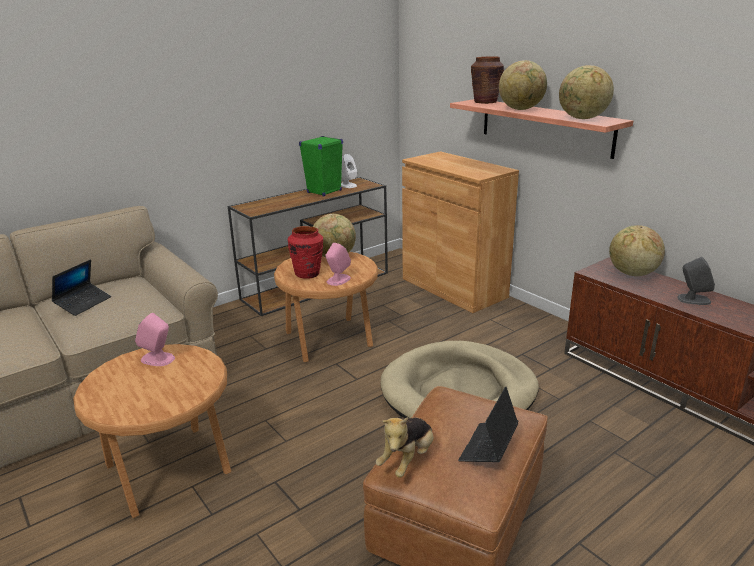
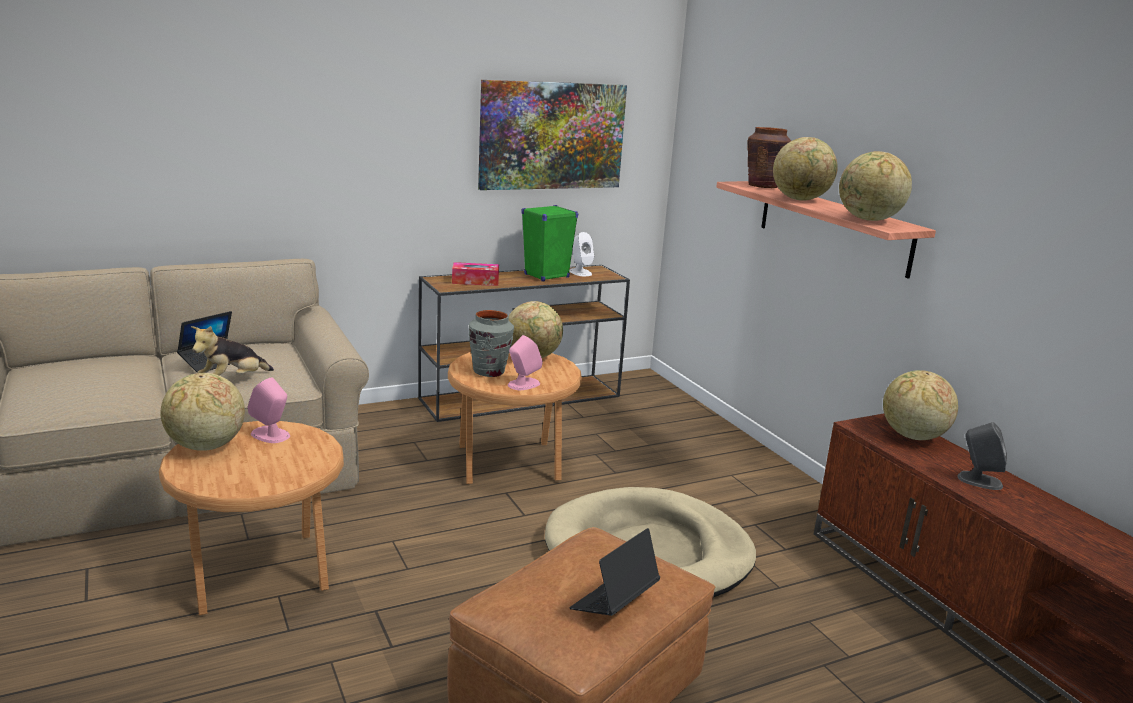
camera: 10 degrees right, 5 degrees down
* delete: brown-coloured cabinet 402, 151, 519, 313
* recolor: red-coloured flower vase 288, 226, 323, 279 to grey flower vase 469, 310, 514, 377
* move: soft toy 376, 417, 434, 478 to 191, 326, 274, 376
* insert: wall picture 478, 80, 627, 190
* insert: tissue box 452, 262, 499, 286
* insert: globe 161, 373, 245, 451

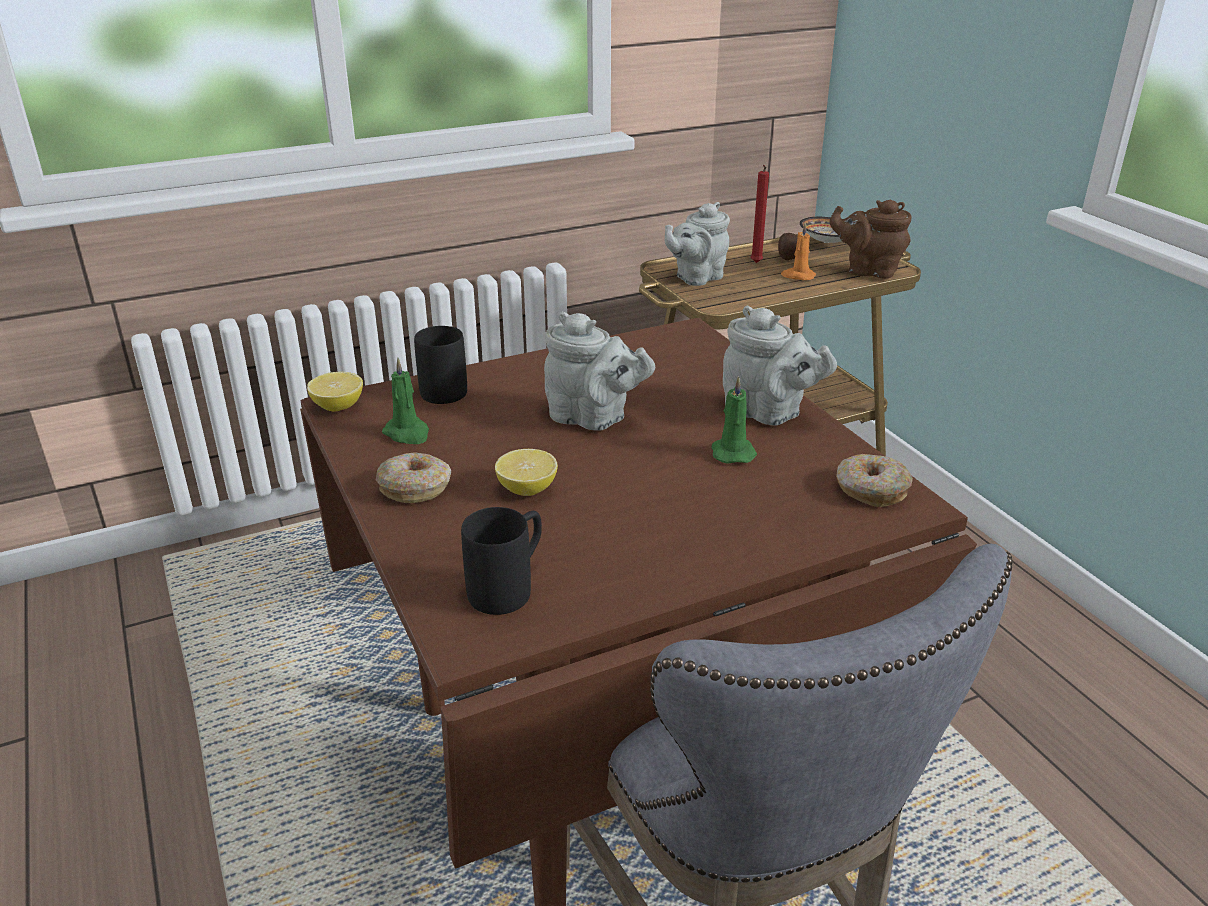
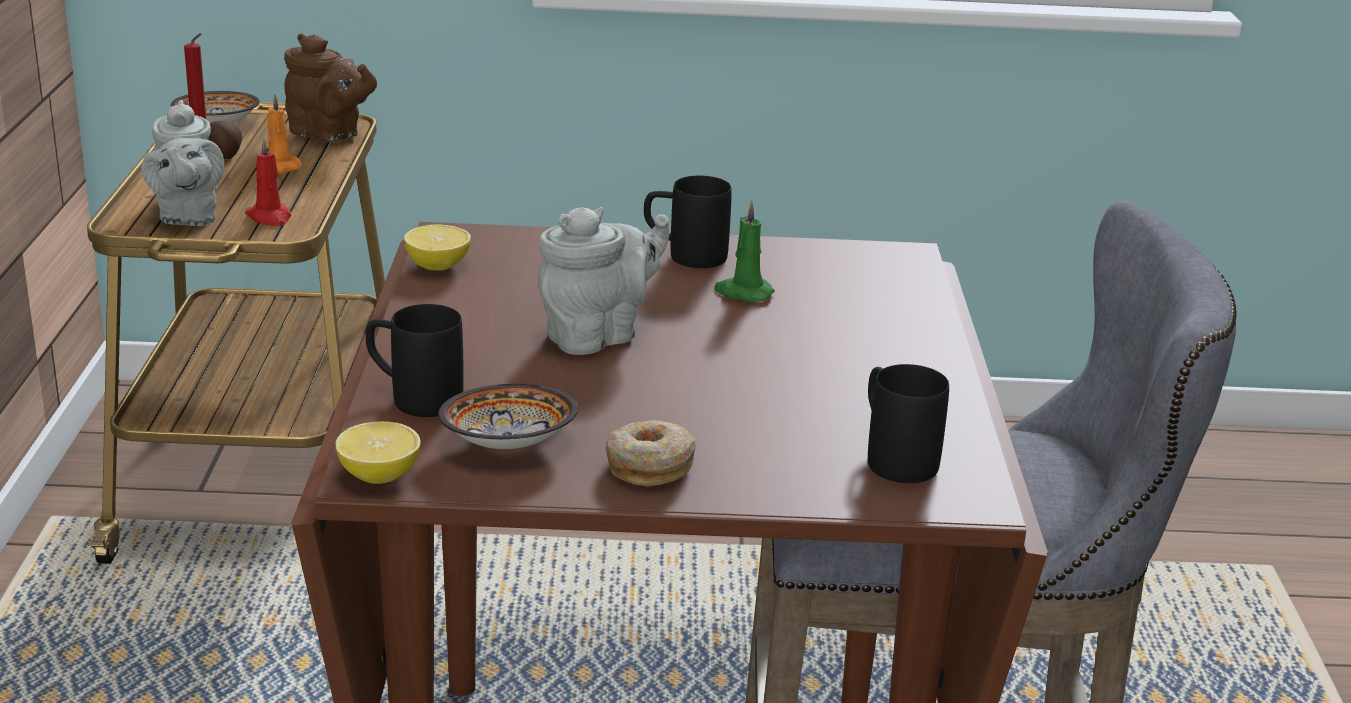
camera: 65 degrees left, 5 degrees down
* rotate: brown-coloured tea pot 830, 200, 912, 279 = 284, 34, 377, 142 105 degrees counterclockwise
* replace: grey tea pot 723, 306, 837, 426 to blackish tea mug 644, 176, 732, 268
* replace: green candle 382, 358, 429, 444 to serving bowl 438, 384, 578, 449
* move: whole lemon 495, 449, 558, 496 to 404, 225, 471, 271
* delete: doughnut 836, 454, 913, 507
* insert: red-coloured candle 245, 138, 291, 226

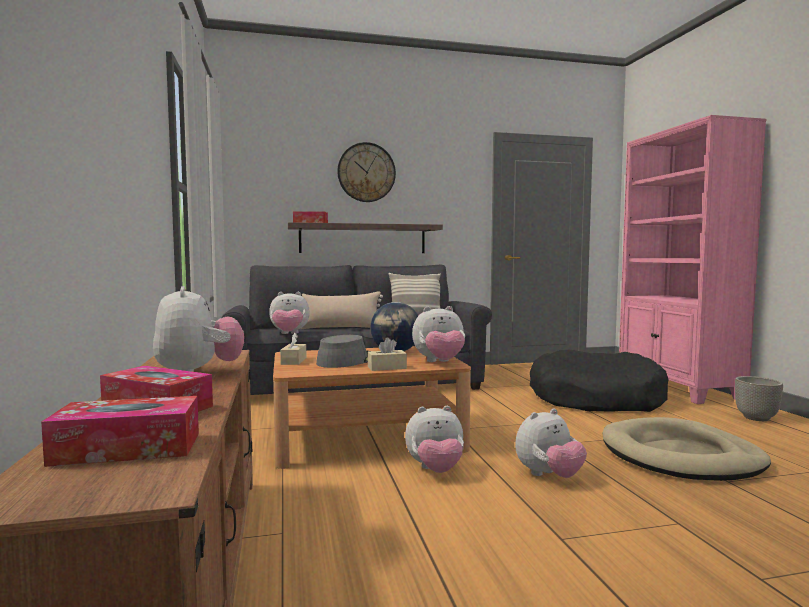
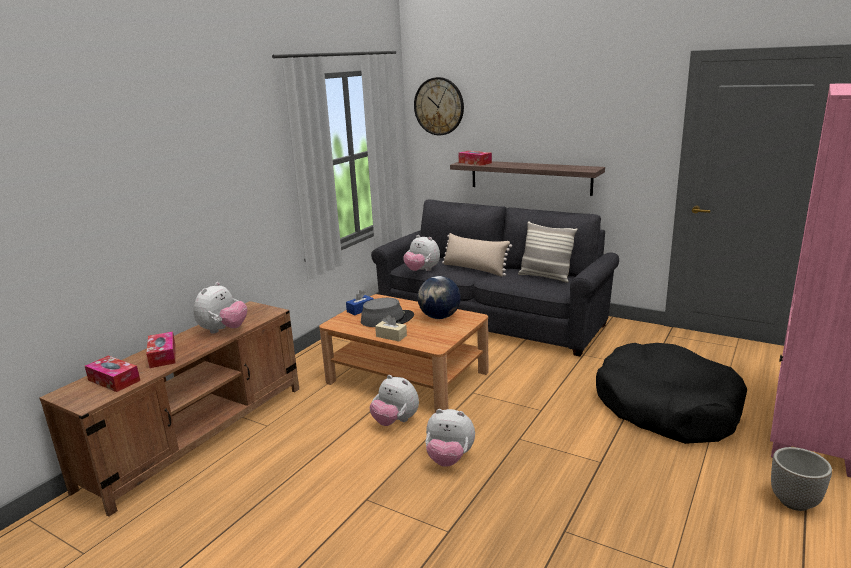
camera: 45 degrees right, 15 degrees up
* move: clock on the wall 337, 142, 396, 202 to 414, 77, 464, 135
* delete: soft toy 412, 306, 465, 362
* recolor: sand-coloured tissue box 280, 333, 307, 365 to blue-coloured tissue box 346, 290, 374, 315
* delete: sand-coloured pet bed 603, 417, 771, 481

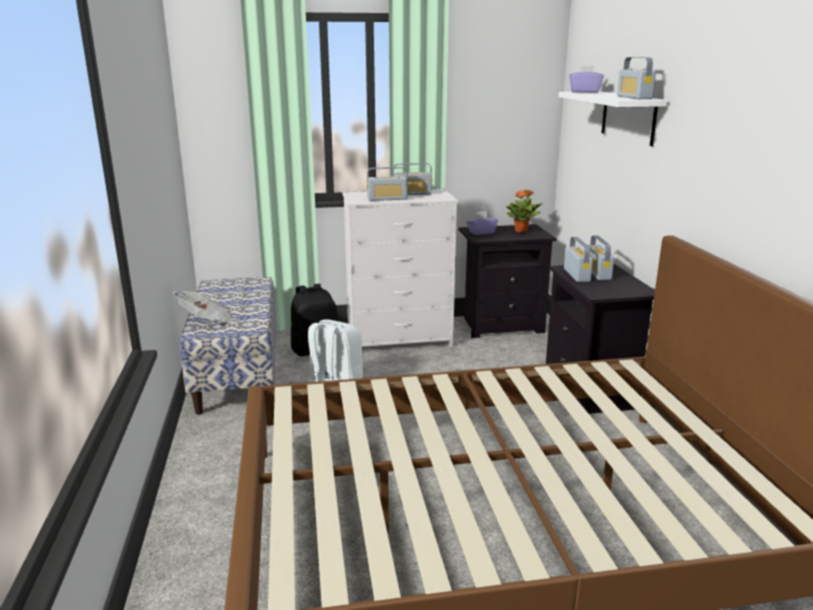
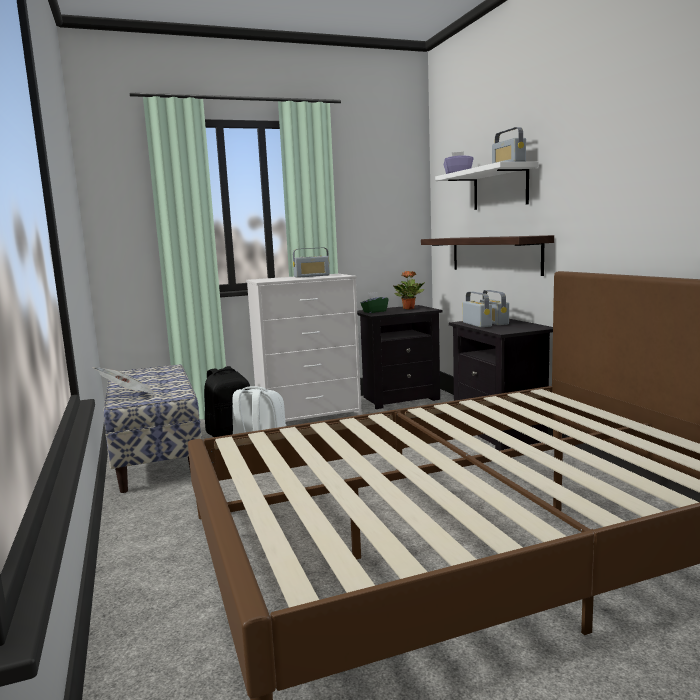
camera: 10 degrees left, 10 degrees down
* delete: radio set 367, 167, 408, 201
* recolor: purple-coloured tissue box 467, 211, 498, 235 to green tissue box 360, 292, 389, 313
* insert: wall shelf 421, 235, 554, 276

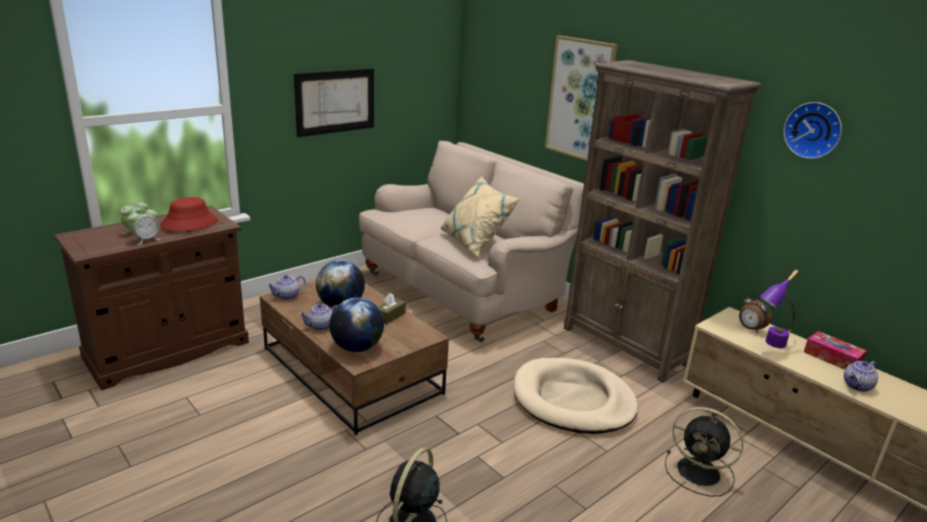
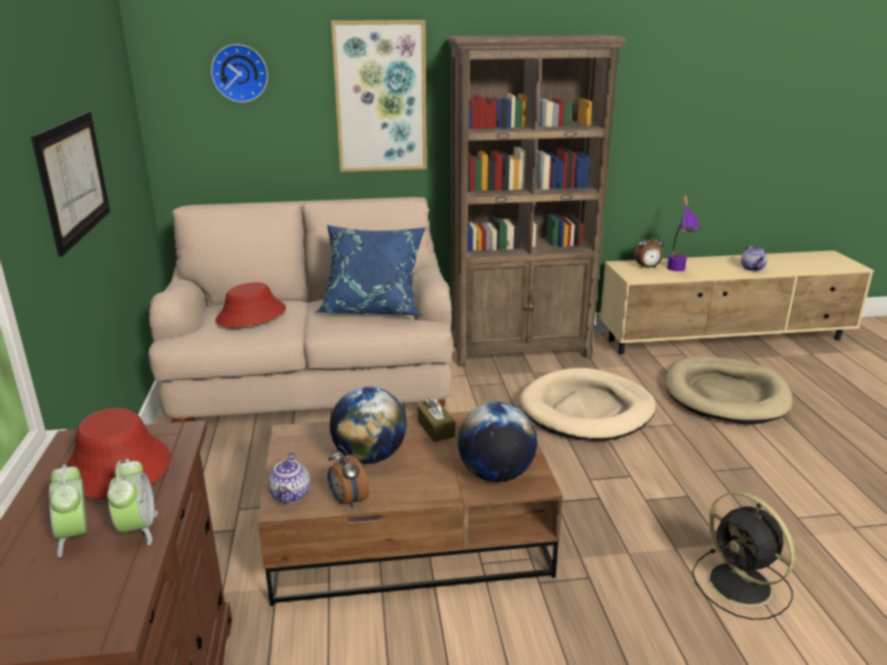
camera: 55 degrees left, 0 degrees up
* move: clock on the wall 783, 102, 842, 159 to 211, 44, 268, 102
* recolor: sand-coloured pillow 441, 176, 520, 257 to blue-coloured pillow 315, 225, 426, 316
* delete: tea pot 299, 304, 338, 331
* delete: tissue box 804, 331, 867, 370
* replace: blackish cooling fan 665, 407, 743, 497 to sand-coloured pet bed 666, 357, 792, 424
* insert: red-coloured hat 215, 282, 286, 327
* insert: table clock 328, 446, 369, 508

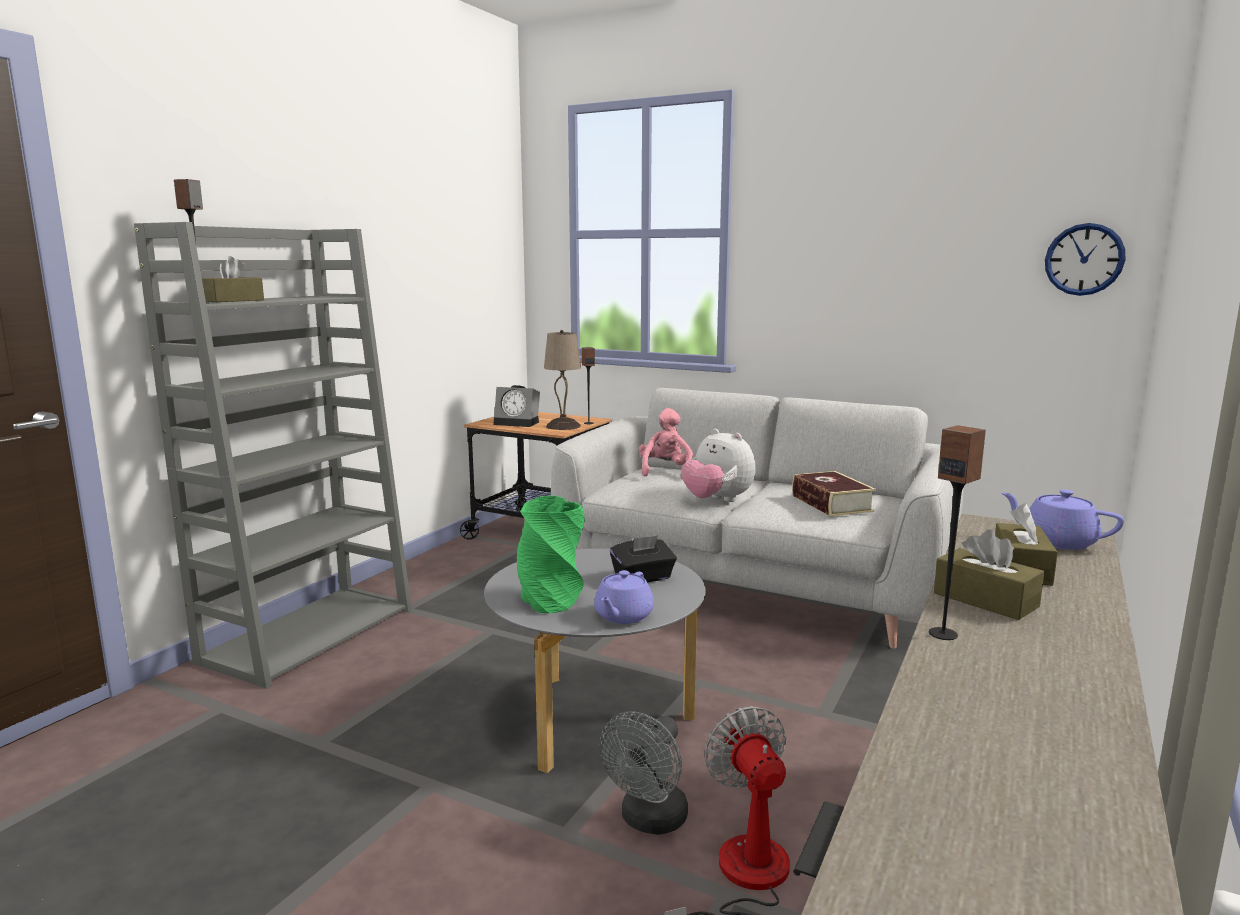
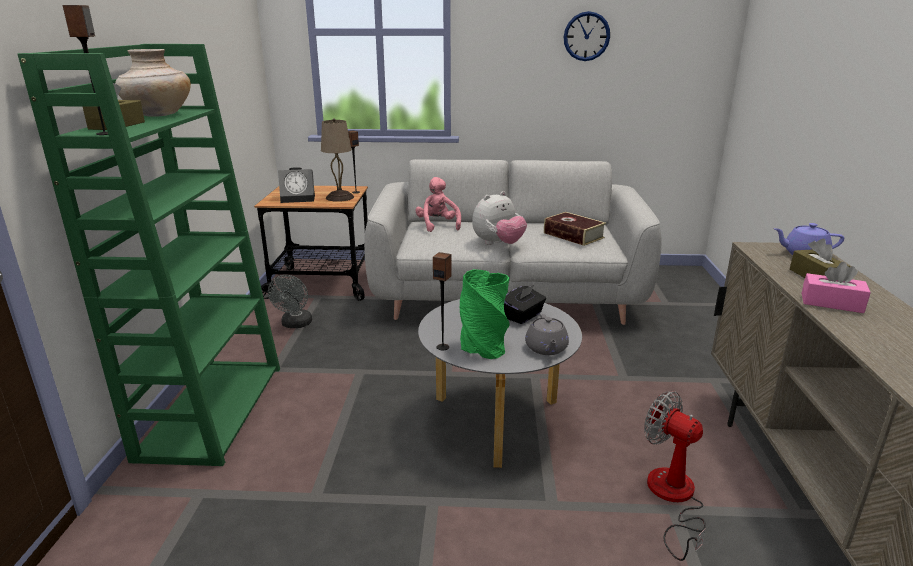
camera: 25 degrees left, 10 degrees up
* recolor: grey shelving unit 134, 222, 412, 689 to green shelving unit 17, 44, 280, 466
* move: clock on the wall 1045, 223, 1126, 296 to 564, 11, 610, 61
* move: loudspeaker 929, 425, 986, 640 to 433, 252, 452, 351
* rotate: soft toy 681, 429, 755, 502 = 472, 191, 527, 245 60 degrees counterclockwise
* recolor: brown-coloured tissue box 934, 529, 1044, 620 to pink-coloured tissue box 802, 262, 871, 313
* recolor: purple-coloured tea pot 594, 570, 654, 624 to grey tea pot 525, 314, 569, 355
* move: grey cooling fan 599, 712, 688, 835 to 268, 275, 312, 328
* insert: sand-coloured flower vase 115, 49, 191, 117

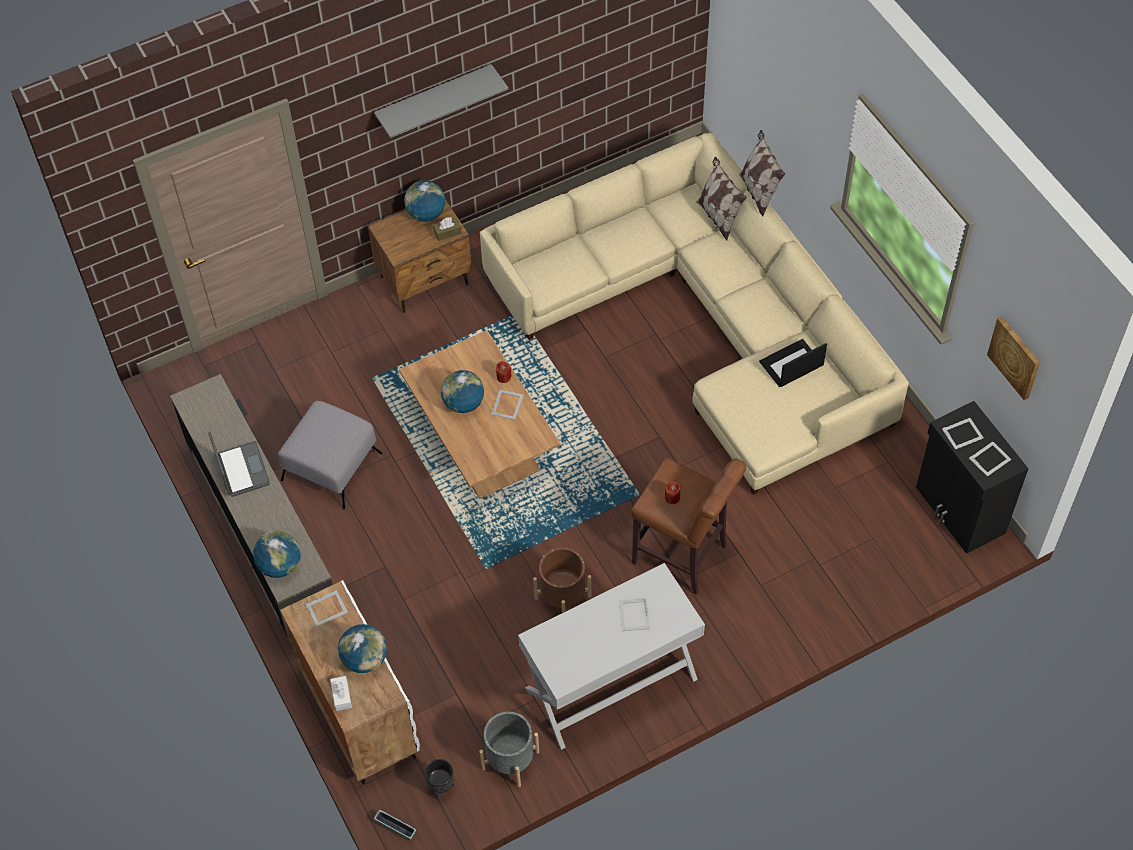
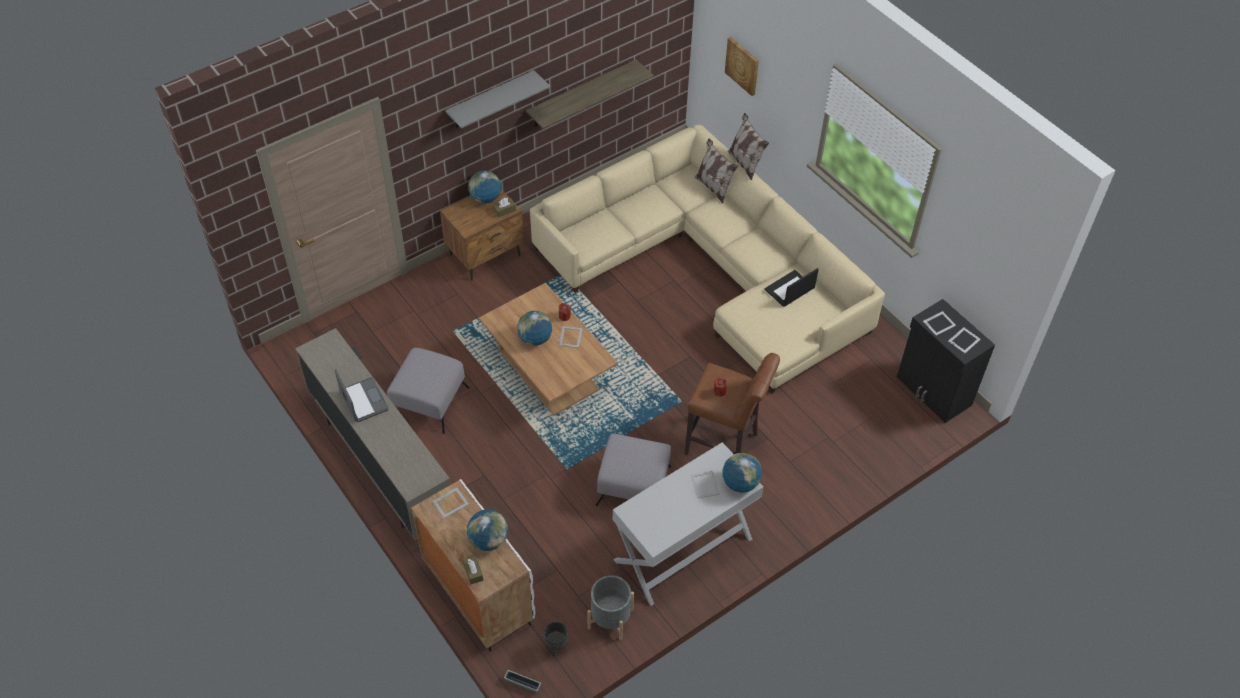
camera: 10 degrees left, 5 degrees down
* move: wall picture 987, 316, 1040, 400 to 725, 37, 759, 96
* move: globe 253, 530, 301, 578 to 722, 453, 762, 493
* replace: brown-coloured flower pot 533, 547, 592, 613 to grey pouffe 595, 433, 671, 506
* recolor: white tissue box 330, 676, 352, 711 to brown-coloured tissue box 463, 554, 483, 585
* insert: wall shelf 526, 59, 654, 129

